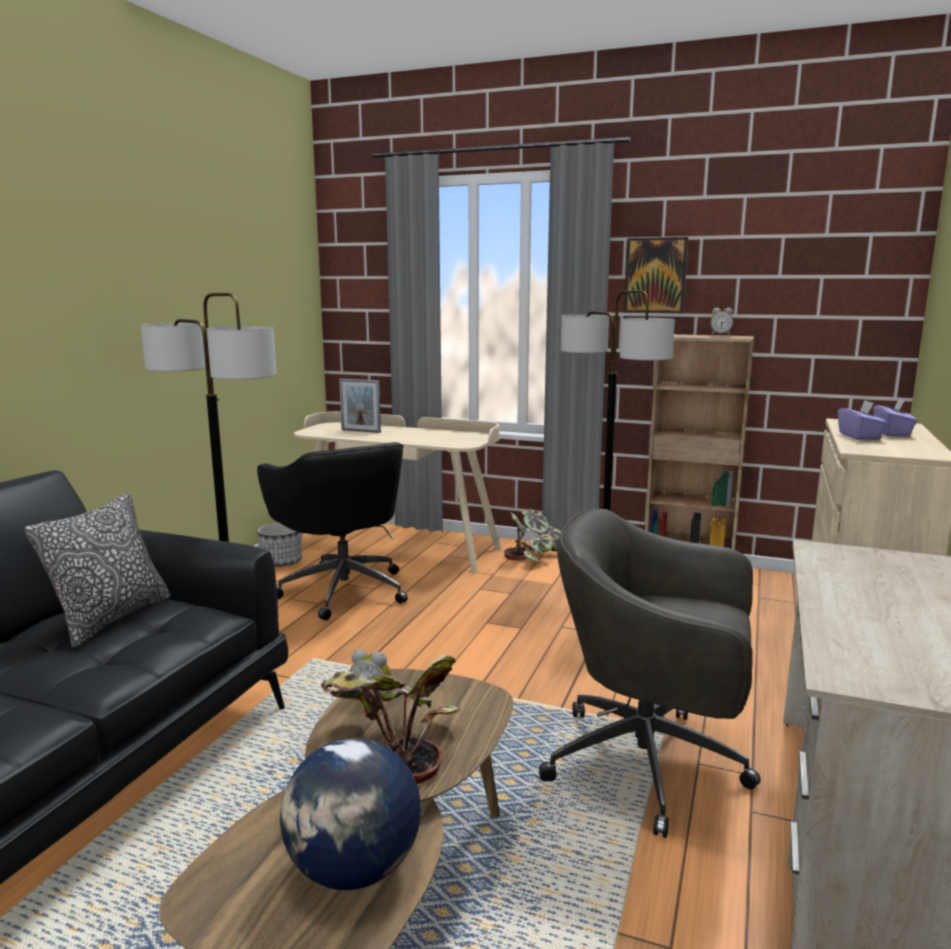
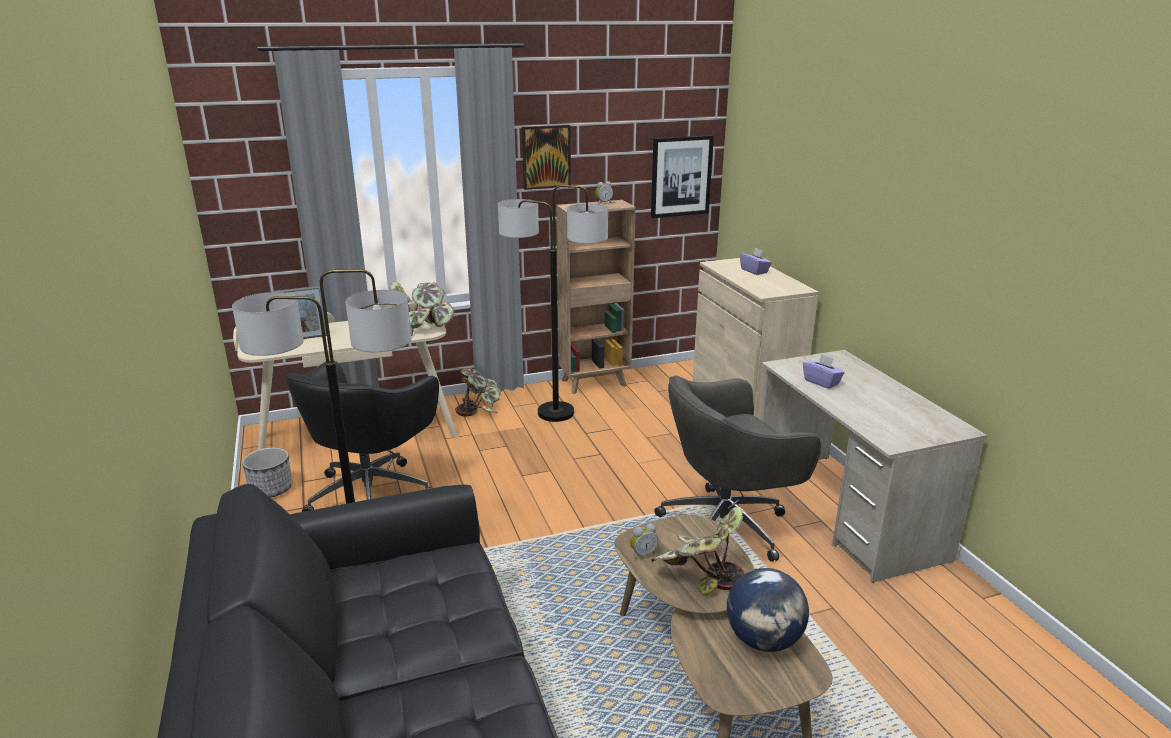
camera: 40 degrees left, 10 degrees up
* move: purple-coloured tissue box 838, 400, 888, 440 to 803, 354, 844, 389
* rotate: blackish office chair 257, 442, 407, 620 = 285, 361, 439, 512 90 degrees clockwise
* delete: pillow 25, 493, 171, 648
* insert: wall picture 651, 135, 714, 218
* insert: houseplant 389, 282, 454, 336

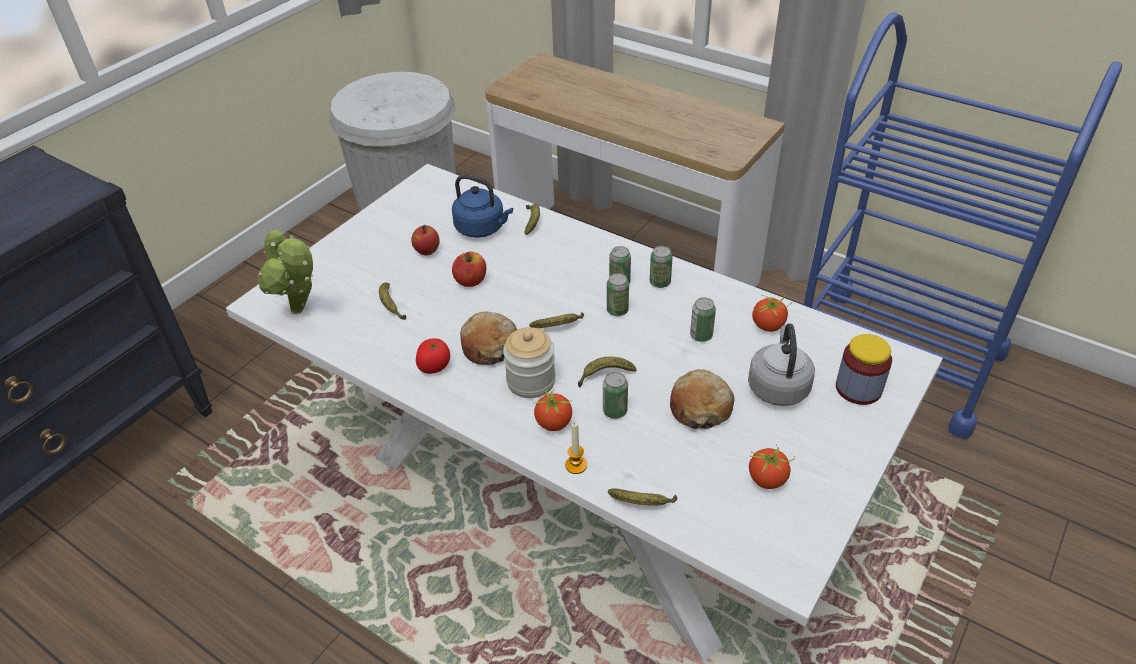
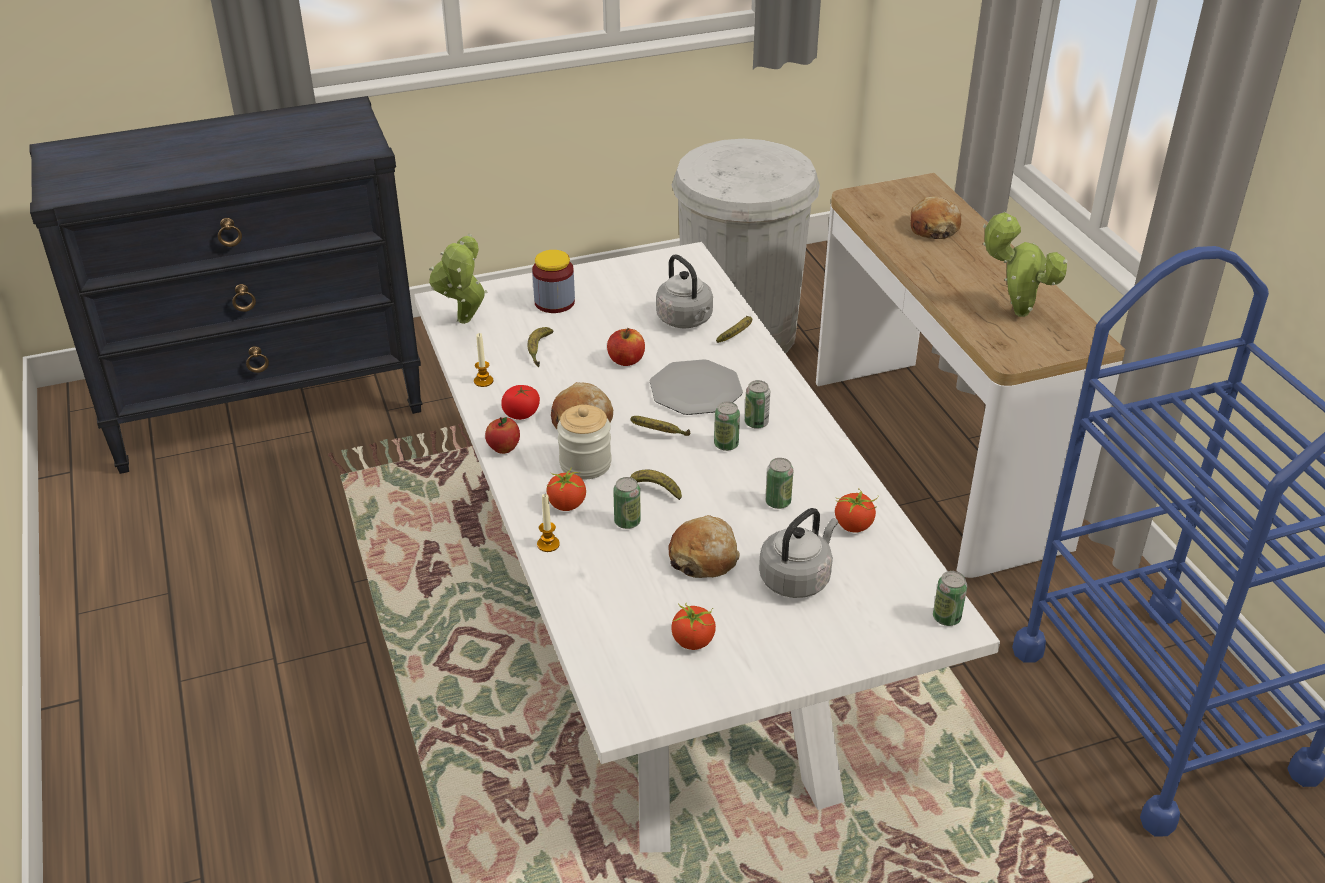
camera: 35 degrees right, 5 degrees down
* recolor: blue-coloured kettle 452, 175, 513, 238 to grey kettle 656, 254, 713, 328
* move: apple fruit 411, 225, 440, 255 to 485, 417, 520, 454
* move: metal can 650, 246, 673, 288 to 933, 571, 967, 626
* move: preserve jar 836, 334, 892, 405 to 532, 250, 575, 313
* delete: banana fruit 608, 488, 678, 506
* insert: bakery bread 911, 196, 961, 239
* insert: houseplant 983, 212, 1067, 317
* insert: candle 474, 333, 493, 387
* insert: plate 650, 359, 743, 415

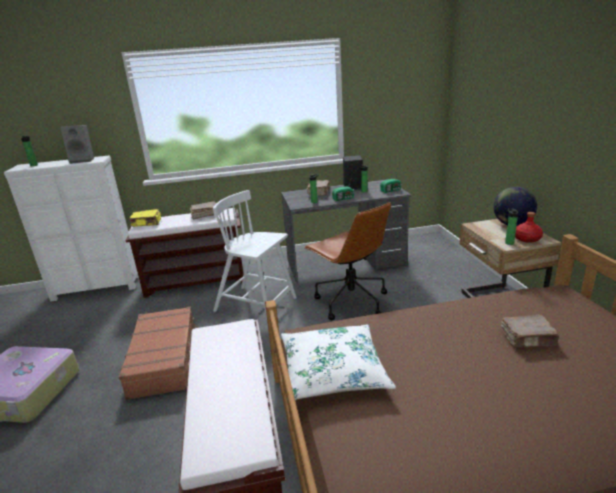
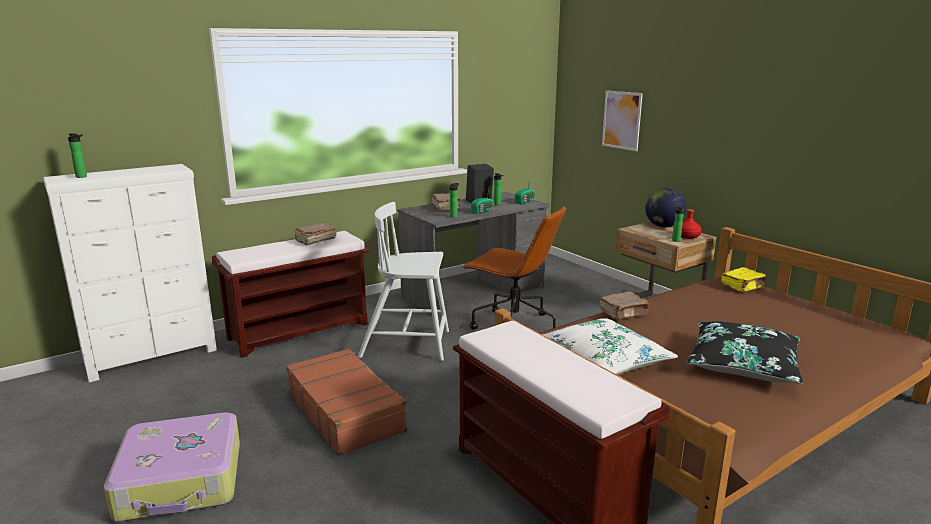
camera: 25 degrees left, 5 degrees down
* delete: grey loudspeaker 60, 125, 94, 164
* move: yellow book 129, 209, 161, 227 to 721, 267, 767, 292
* move: brown-coloured book 501, 314, 559, 347 to 600, 291, 649, 319
* insert: wall picture 602, 90, 643, 151
* insert: blackish pillow 686, 321, 803, 384

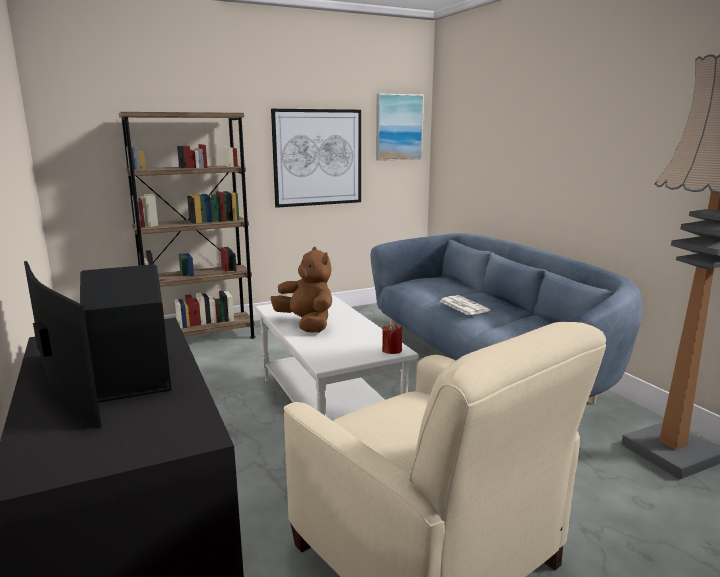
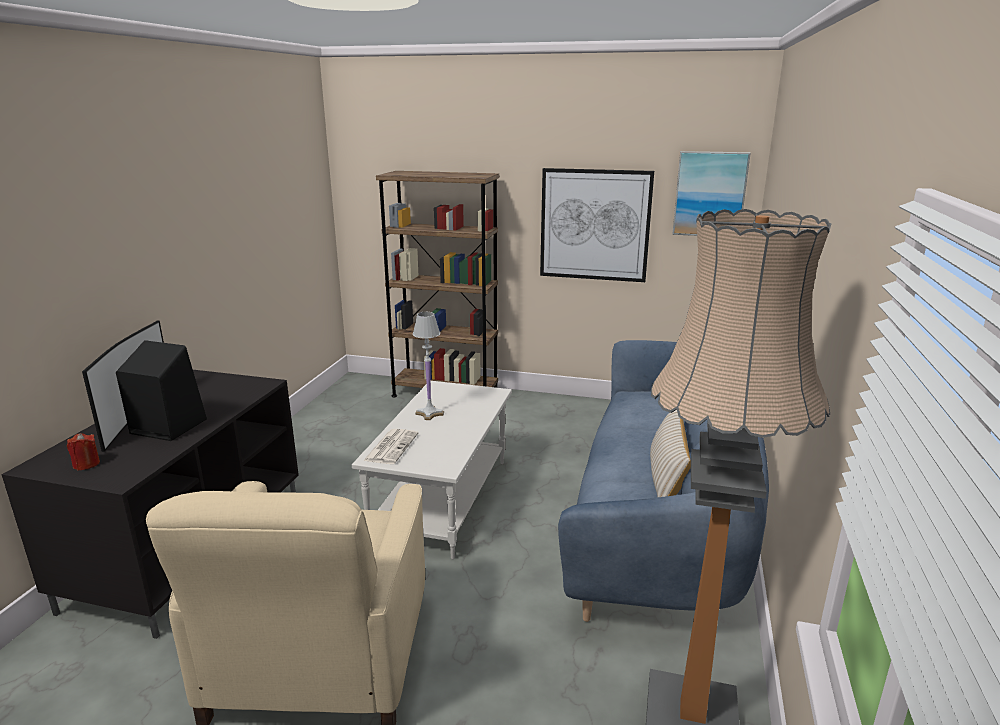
camera: 40 degrees right, 5 degrees up
* replace: brown-coloured soft toy 271, 247, 332, 333 to white table lamp 413, 312, 444, 420
* move: daily paper 440, 295, 490, 316 to 363, 429, 418, 464
* move: red-coloured candle 382, 323, 402, 354 to 67, 433, 100, 470
* insert: sand-coloured pillow 650, 410, 691, 497

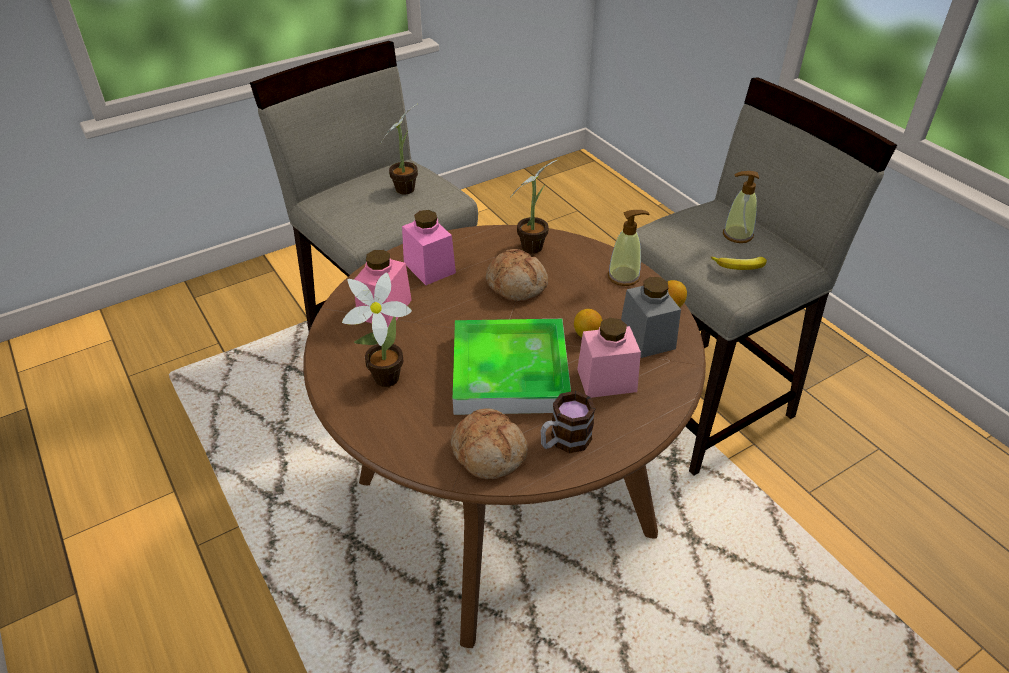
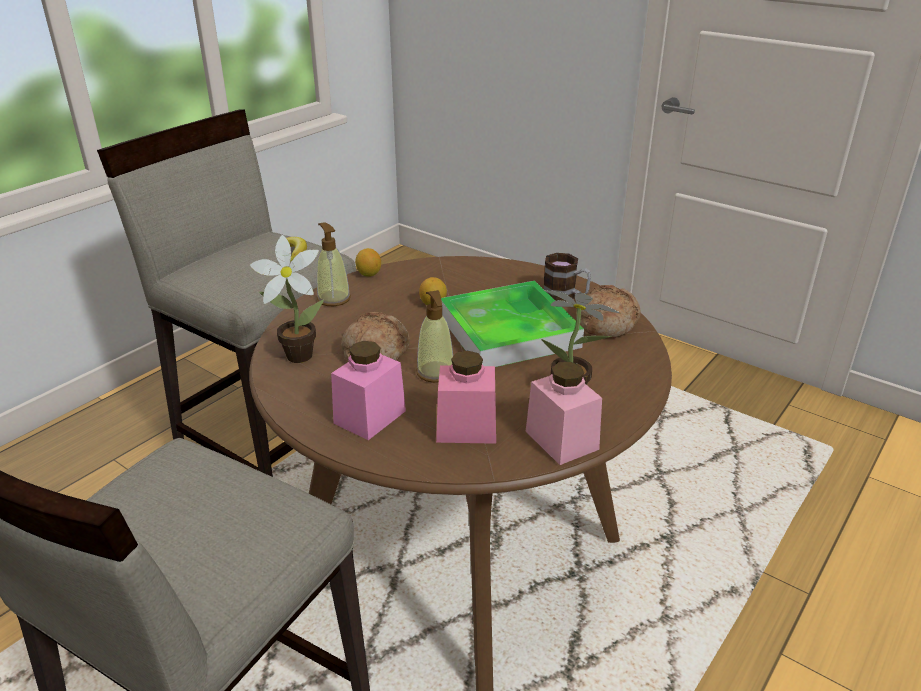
camera: 110 degrees left, 10 degrees down
* delete: houseplant 381, 104, 418, 194
* move: liquid soap bottle 723, 171, 759, 243 to 416, 290, 453, 383
* delete: grey preserve jar 621, 277, 681, 358
* move: pink-coloured preserve jar 577, 318, 641, 398 to 526, 362, 602, 465

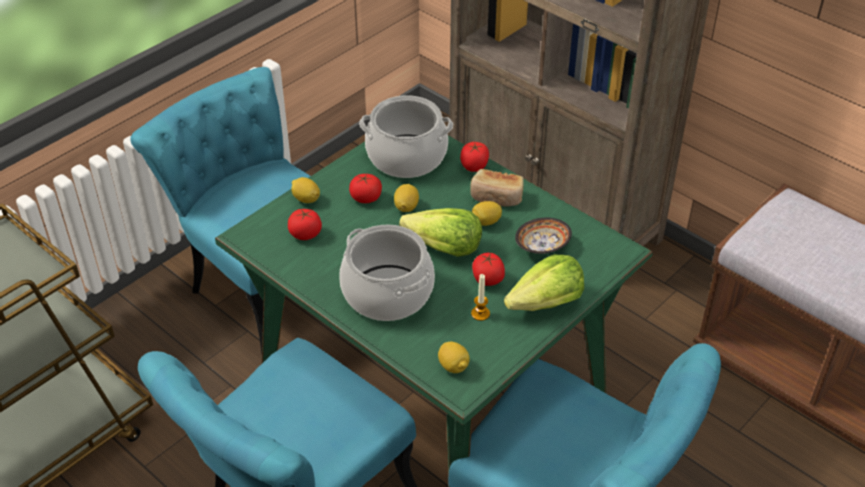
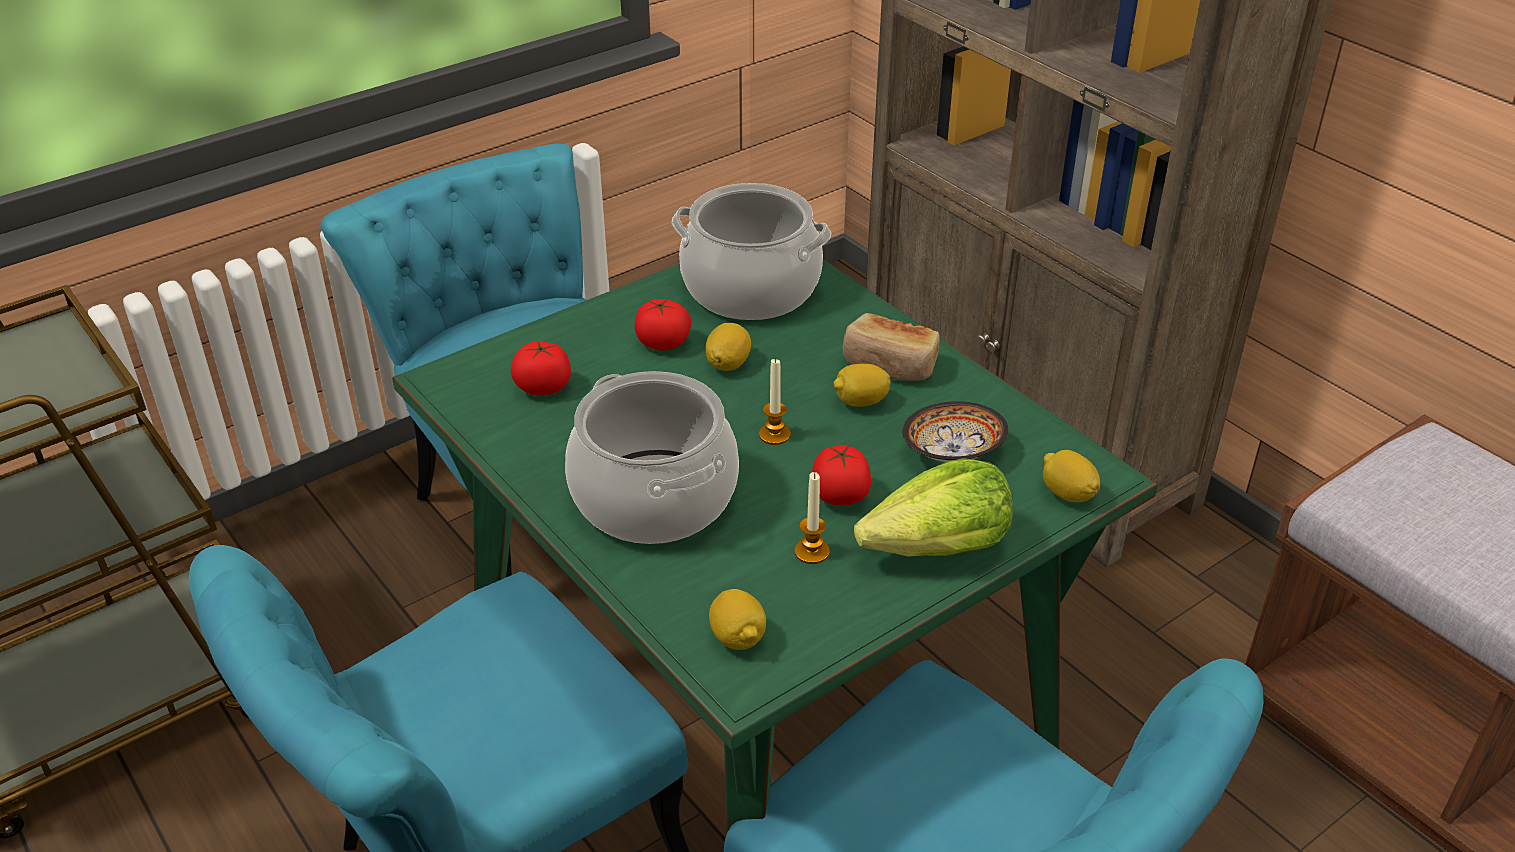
camera: 10 degrees right, 5 degrees down
* delete: whole tomato 460, 142, 489, 172
* move: whole lemon 291, 177, 320, 203 to 1043, 450, 1100, 502
* replace: lettuce 399, 208, 482, 257 to candle 759, 358, 791, 445

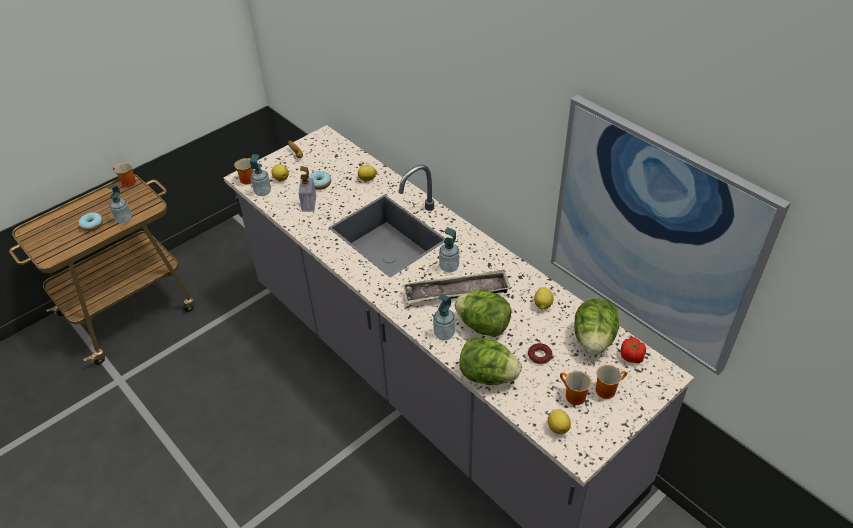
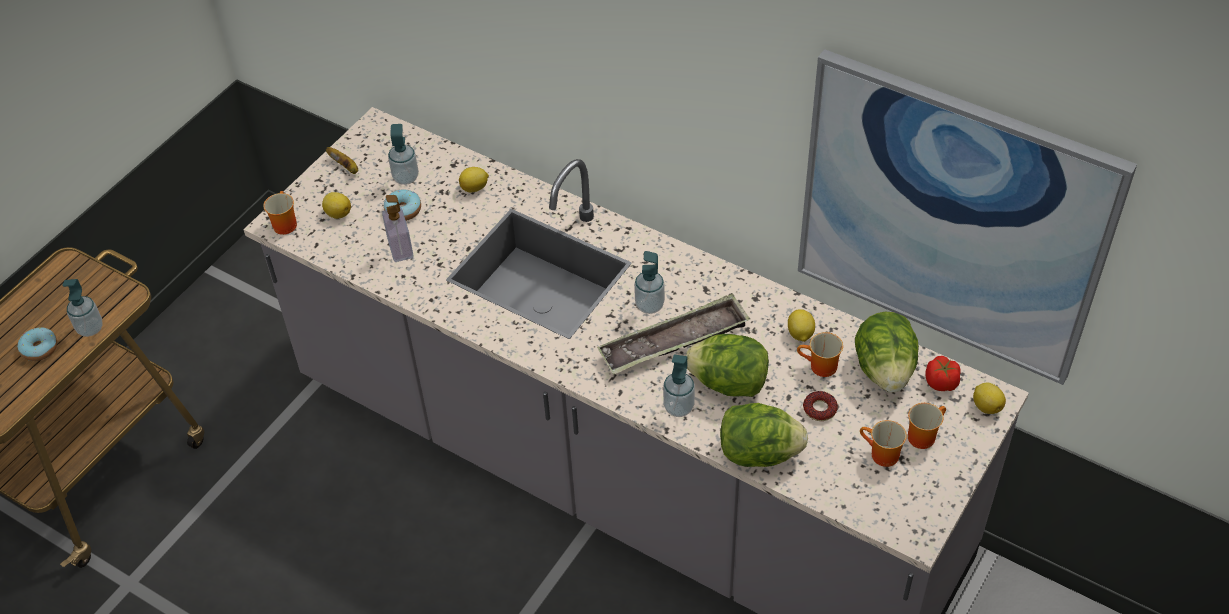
camera: 15 degrees left, 5 degrees up
* move: liquid soap bottle 250, 154, 271, 196 to 388, 124, 419, 185
* move: tea mug 113, 162, 136, 187 to 797, 332, 843, 377
* move: whole lemon 548, 409, 571, 434 to 973, 382, 1006, 414

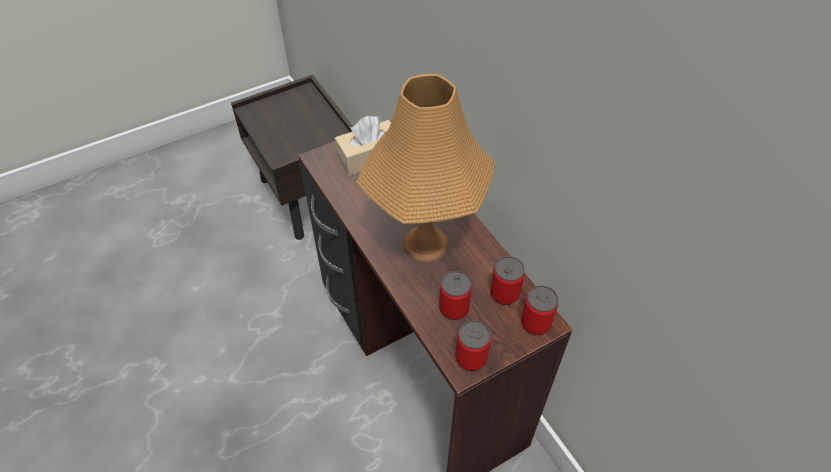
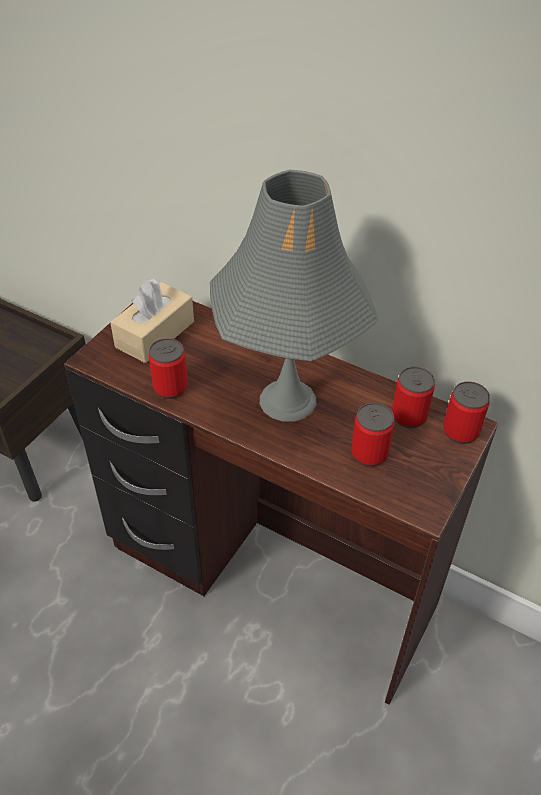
camera: 30 degrees left, 5 degrees down
* recolor: orange table lamp 357, 74, 495, 262 to grey table lamp 210, 170, 378, 422
* move: metal can 456, 320, 491, 371 to 149, 338, 188, 399

